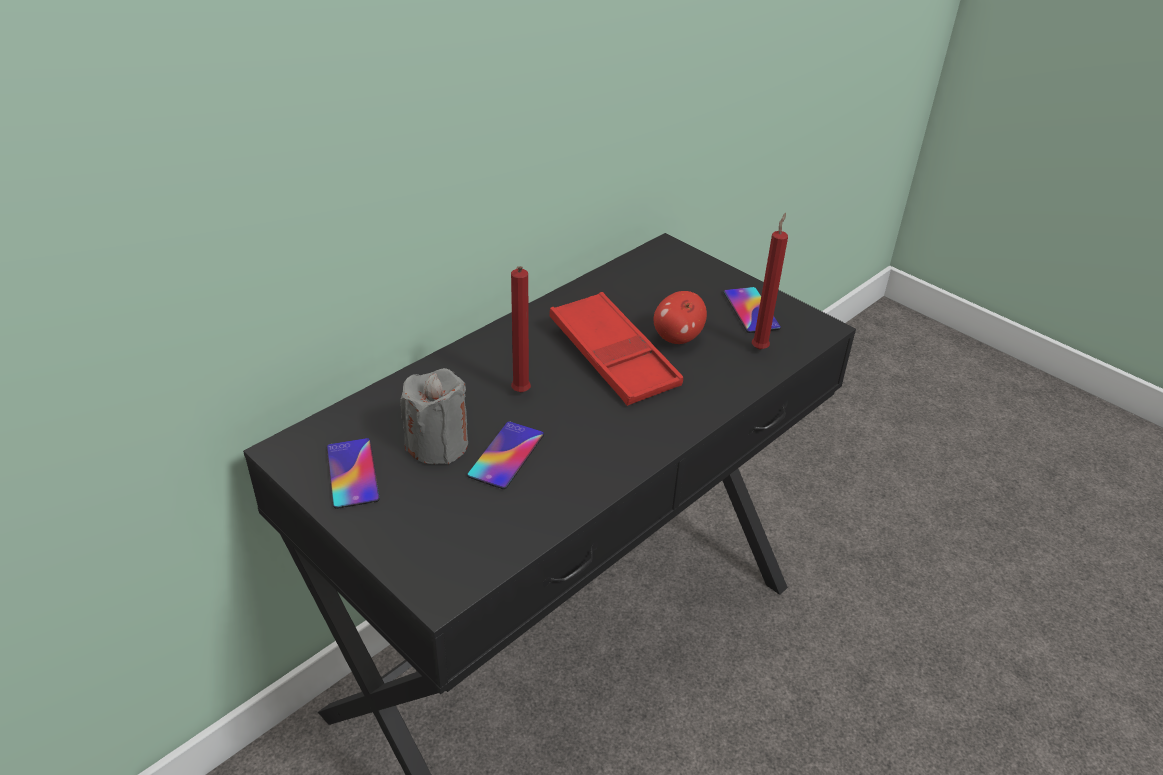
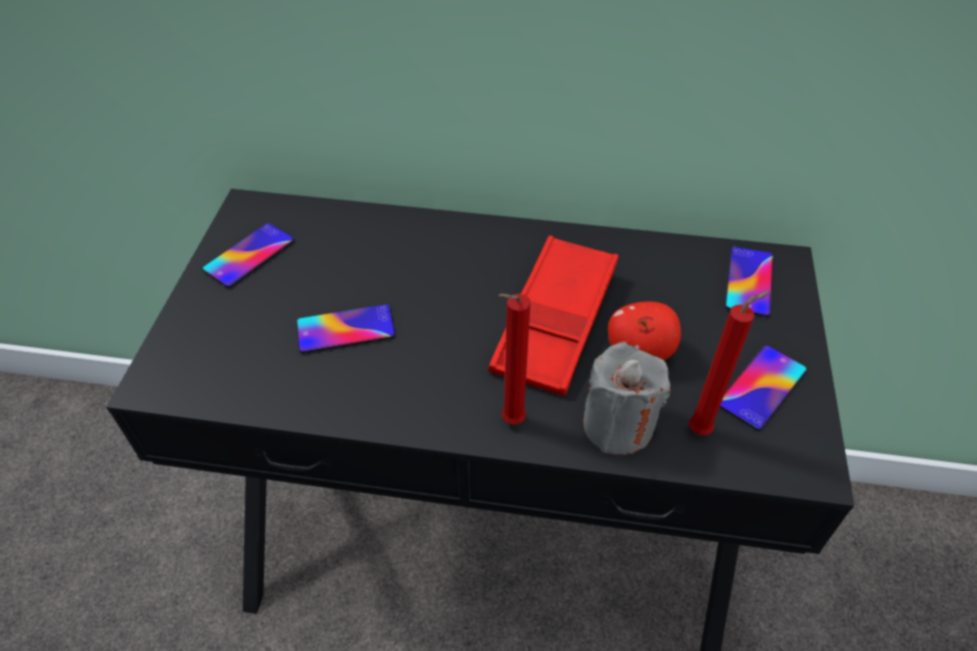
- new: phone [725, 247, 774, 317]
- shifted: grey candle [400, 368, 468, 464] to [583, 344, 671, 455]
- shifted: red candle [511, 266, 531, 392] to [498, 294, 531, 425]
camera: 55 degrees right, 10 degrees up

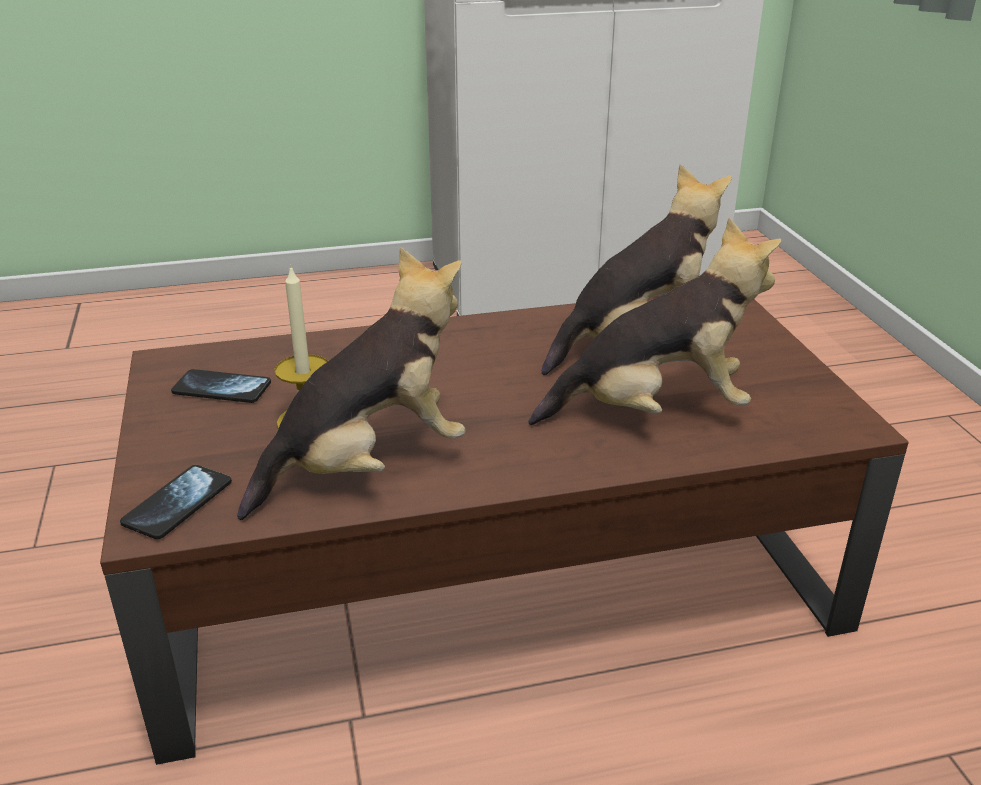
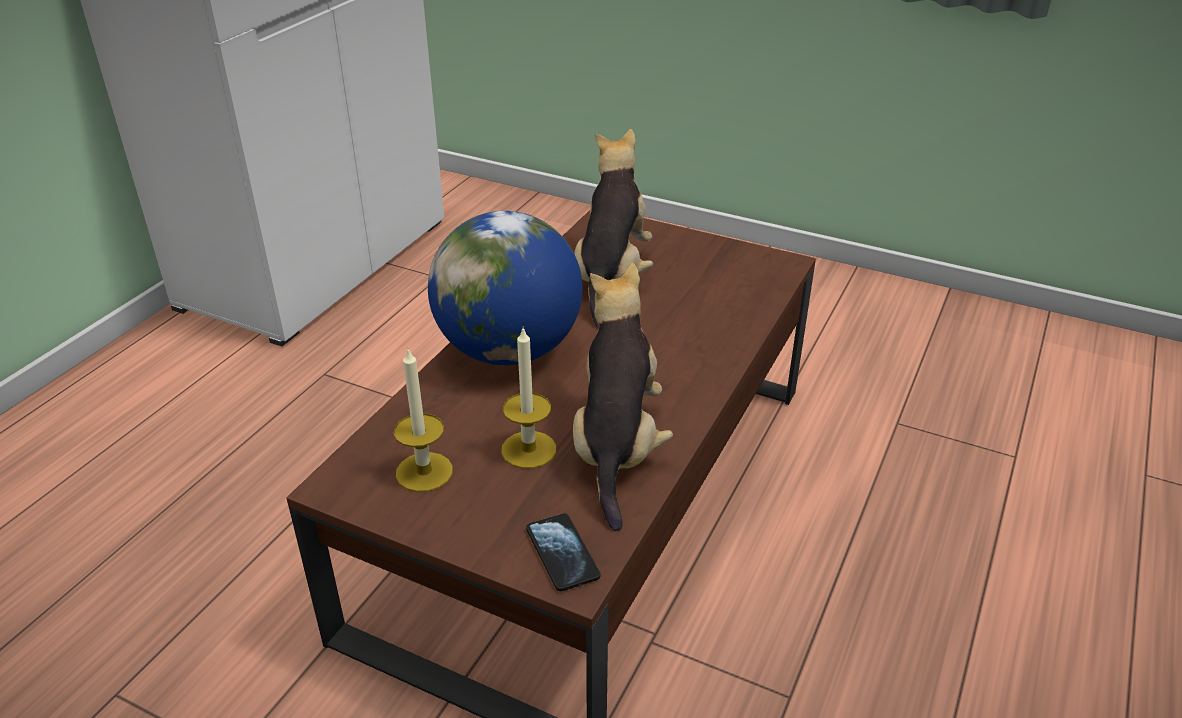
- gone: plush toy [529, 218, 781, 425]
- new: globe [428, 211, 583, 365]
- swapped: phone [171, 369, 271, 403] to candle [394, 349, 453, 492]
camera: 50 degrees left, 5 degrees up

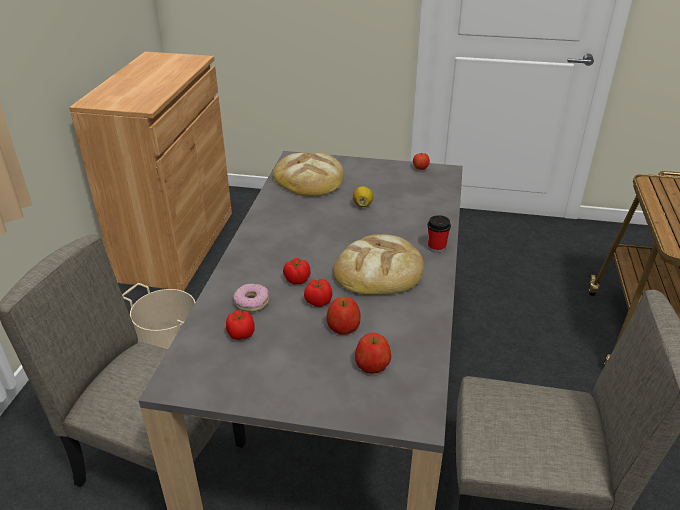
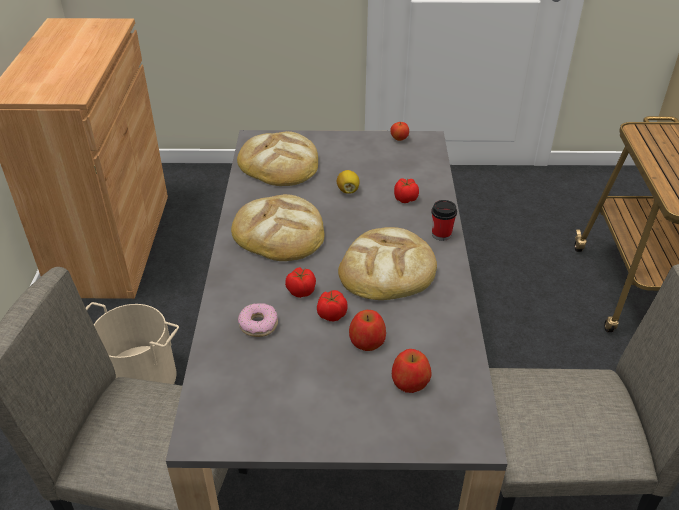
- new: bread [231, 194, 324, 261]
- shifted: tomato [226, 310, 255, 340] to [394, 178, 419, 203]
camera: 10 degrees left, 5 degrees up

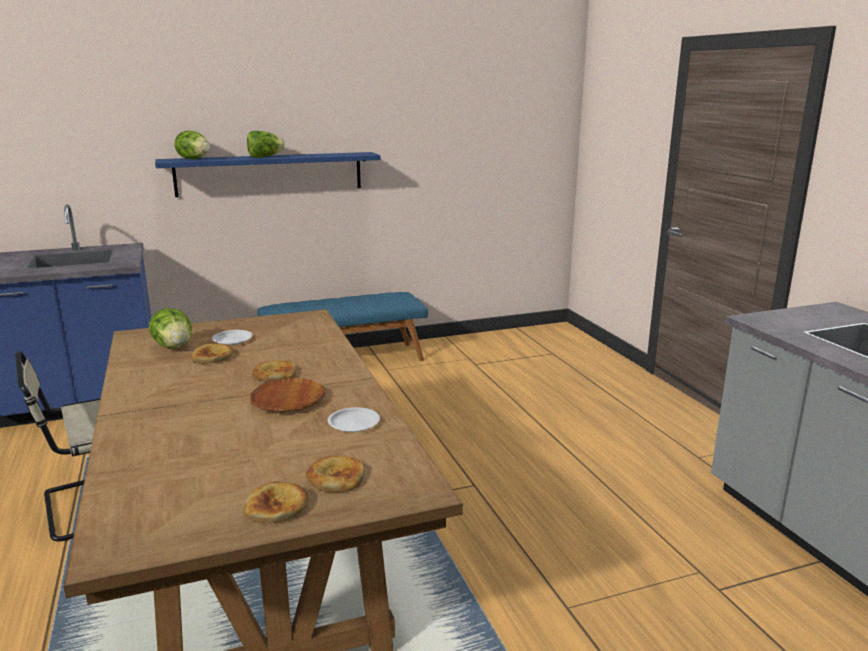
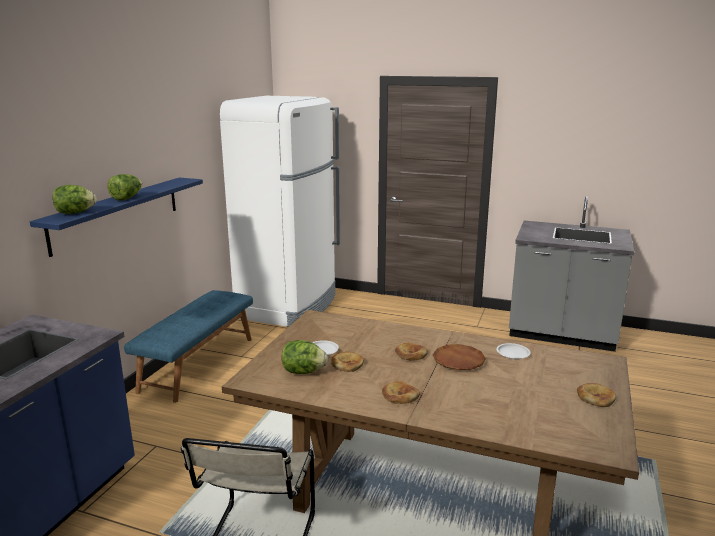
- new: white fridge [220, 96, 340, 327]
- shifted: bread [305, 456, 365, 492] to [382, 381, 420, 404]
camera: 50 degrees left, 0 degrees up

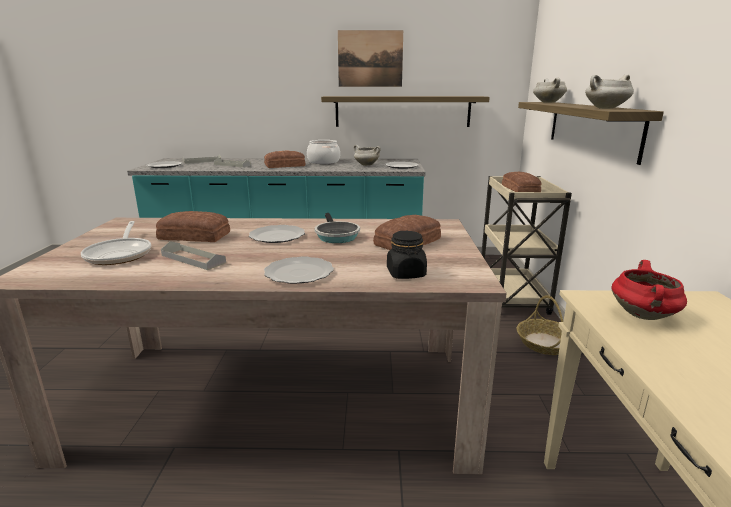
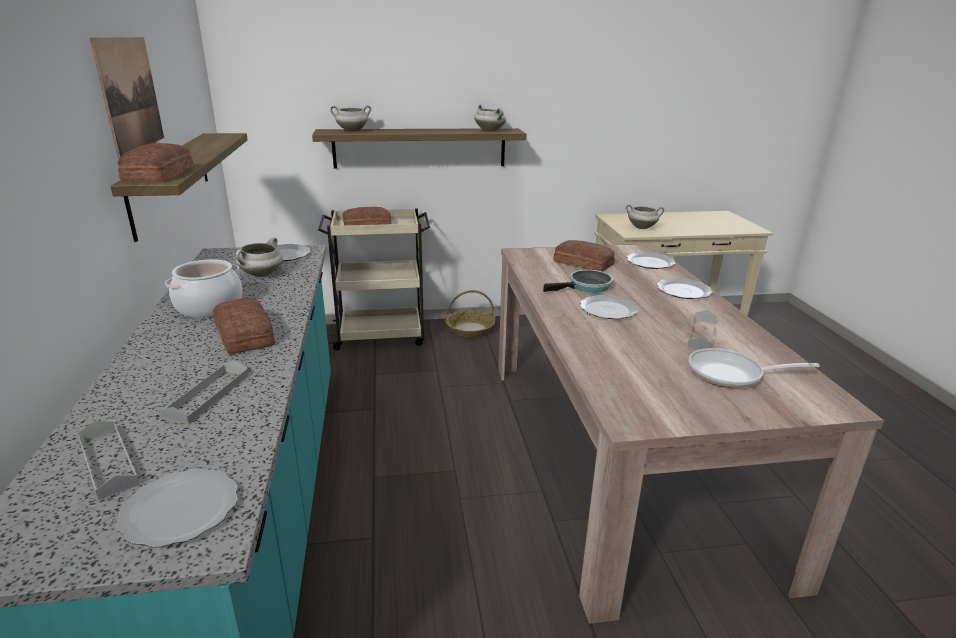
- shifted: bread [156, 211, 230, 242] to [118, 142, 193, 182]
- swapped: black jar [387, 231, 427, 279] to plate [627, 252, 676, 269]
- repainted: red cooking pot [611, 260, 687, 320] to white cooking pot [626, 204, 664, 229]
- rotated: frying pan [81, 221, 151, 265] = [688, 348, 820, 388] 150 degrees counterclockwise
camera: 100 degrees left, 5 degrees up

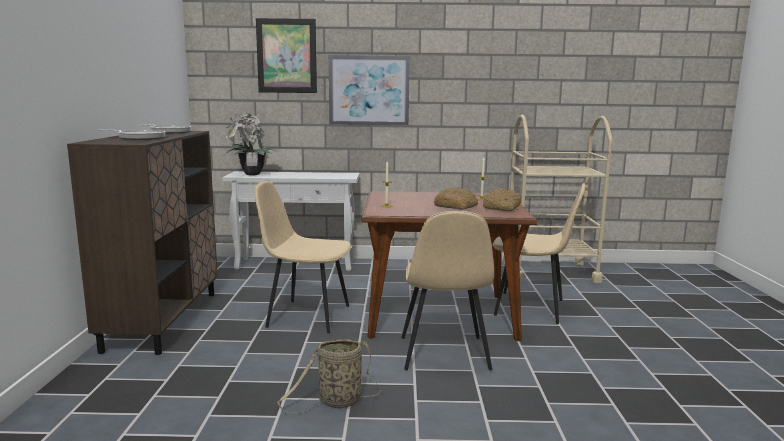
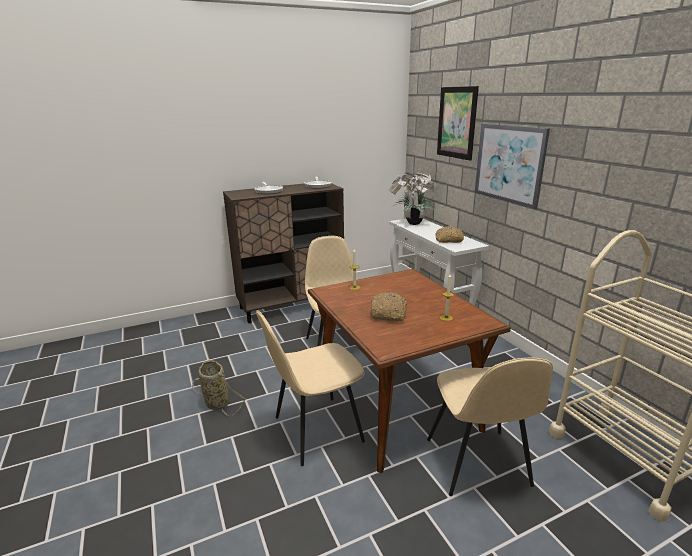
- shifted: bread [483, 188, 521, 211] to [435, 226, 464, 243]
camera: 65 degrees right, 10 degrees up

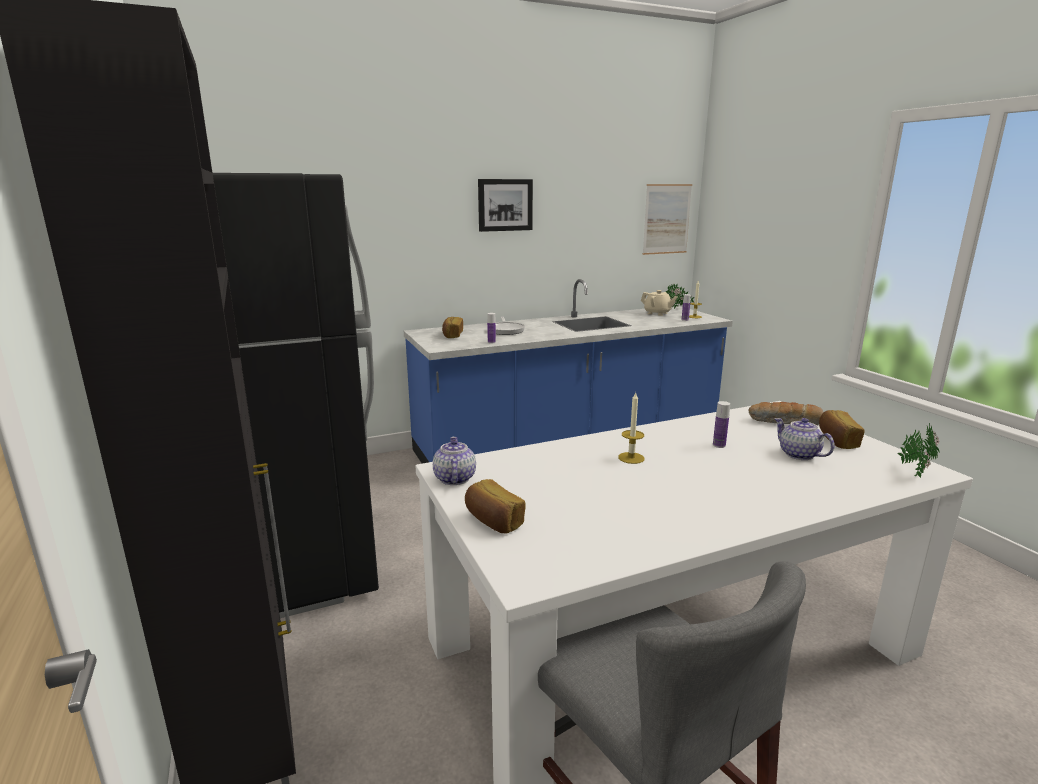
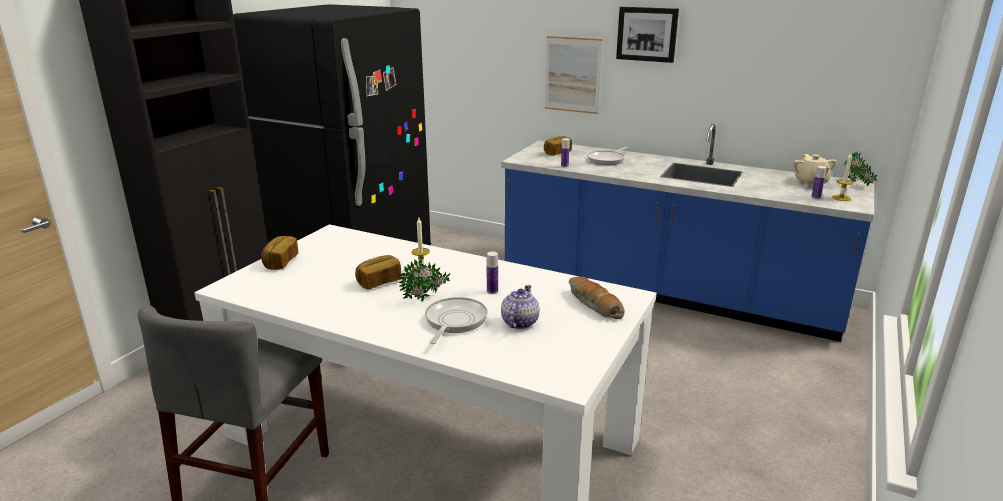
- gone: teapot [433, 437, 476, 485]
- new: frying pan [425, 297, 488, 344]
- shifted: picture [642, 184, 692, 255] to [545, 36, 602, 114]
- shifted: bread [819, 410, 865, 449] to [355, 255, 402, 290]
- shifted: potted plant [897, 423, 940, 478] to [399, 259, 450, 302]
camera: 50 degrees right, 5 degrees up

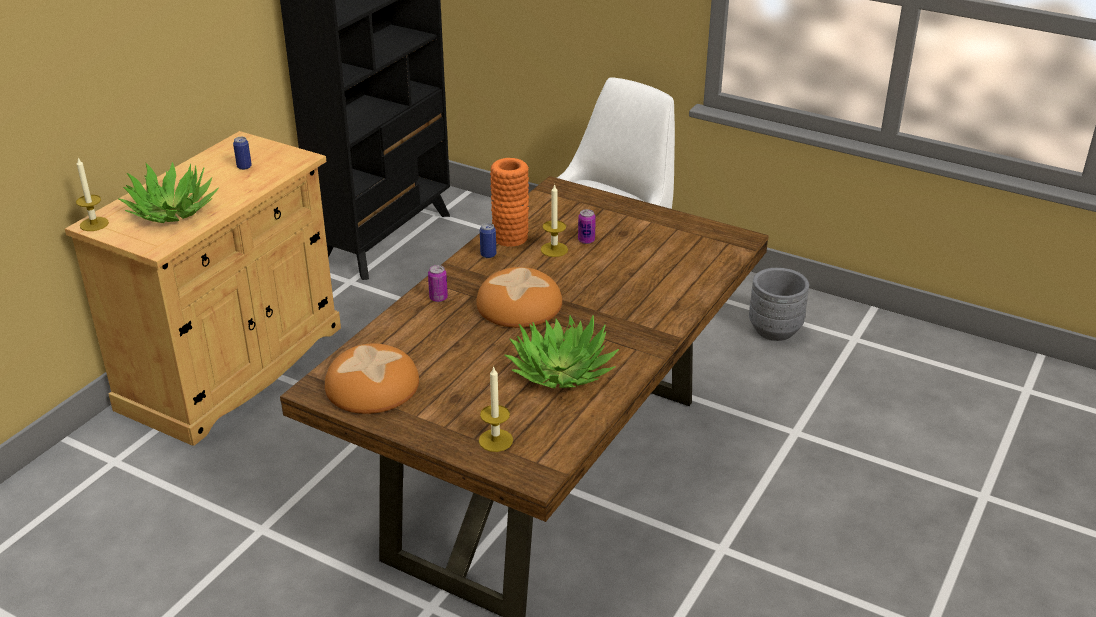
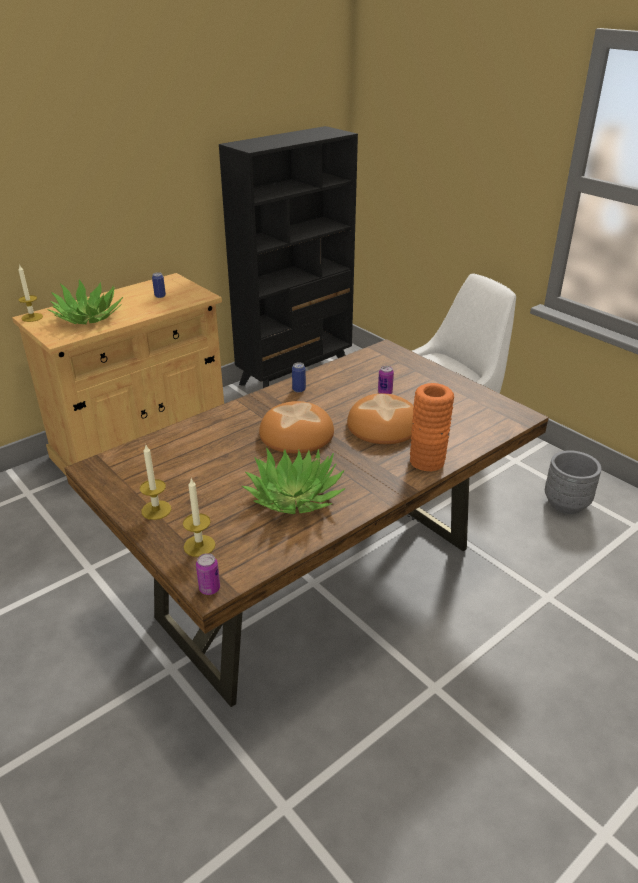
- shifted: bread [325, 343, 419, 414] to [347, 394, 414, 444]
- shifted: can [428, 265, 448, 302] to [196, 553, 220, 595]
- shifted: orange vase [490, 158, 529, 246] to [410, 383, 454, 471]
- shifted: candle [541, 184, 568, 257] to [140, 445, 171, 520]
camera: 20 degrees right, 0 degrees up

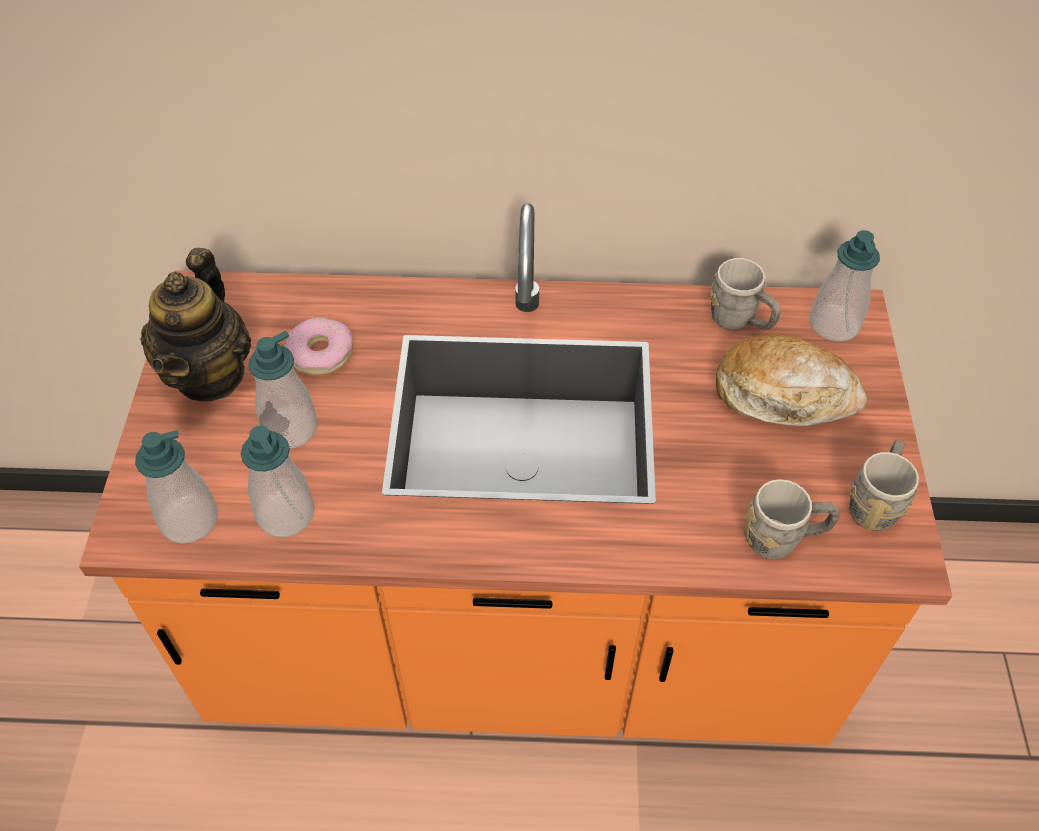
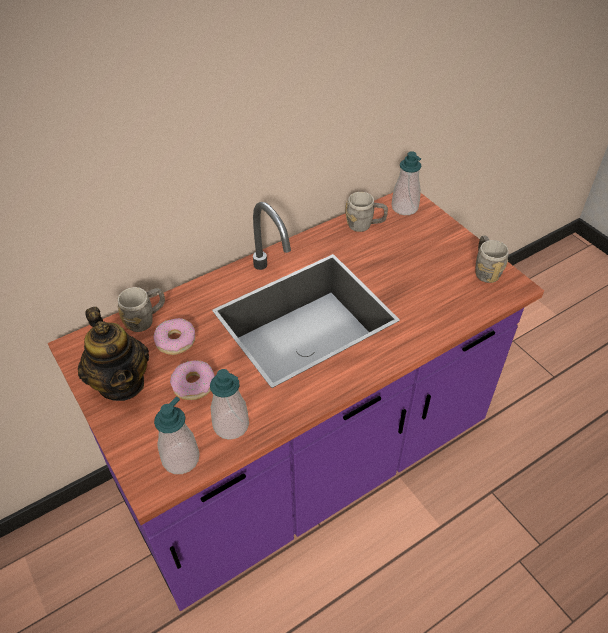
- gone: bread [716, 334, 868, 426]
- shifted: grey mug [744, 479, 840, 559] to [118, 287, 165, 332]
- swapped: soap dispenser [248, 331, 317, 449] to donut [170, 360, 215, 400]
- repainted: orange counter [79, 203, 952, 745] to purple counter [48, 193, 544, 611]
camera: 35 degrees left, 5 degrees down

